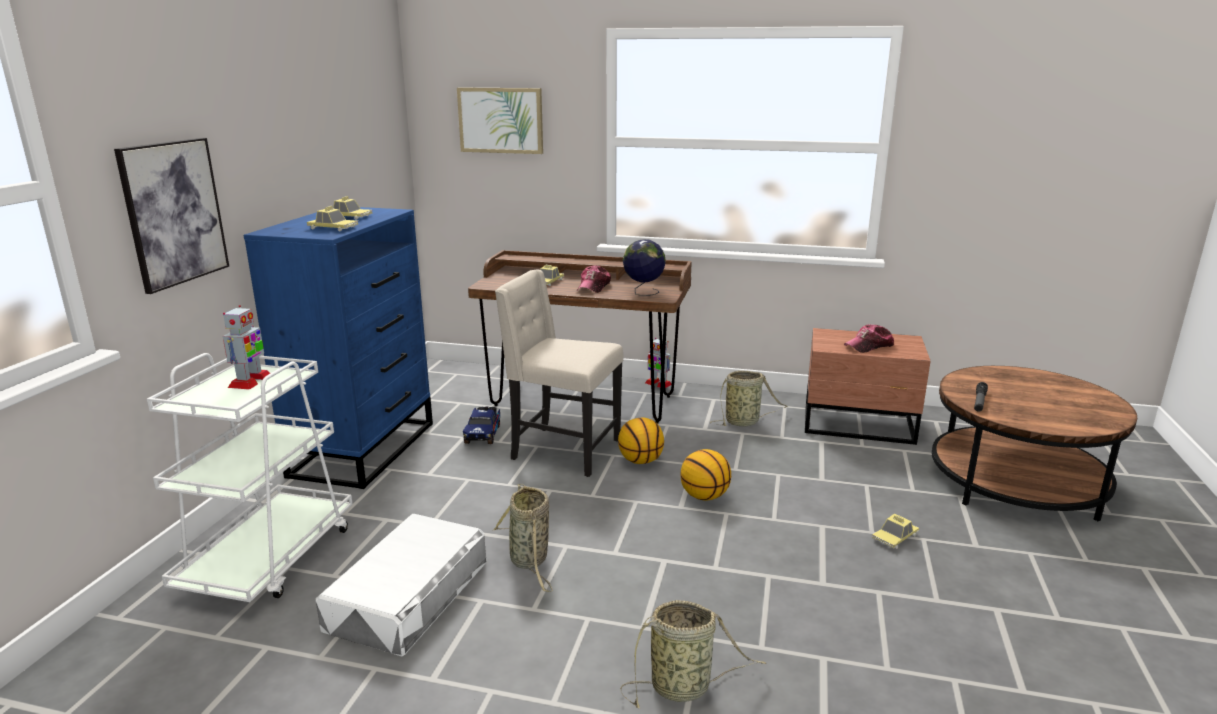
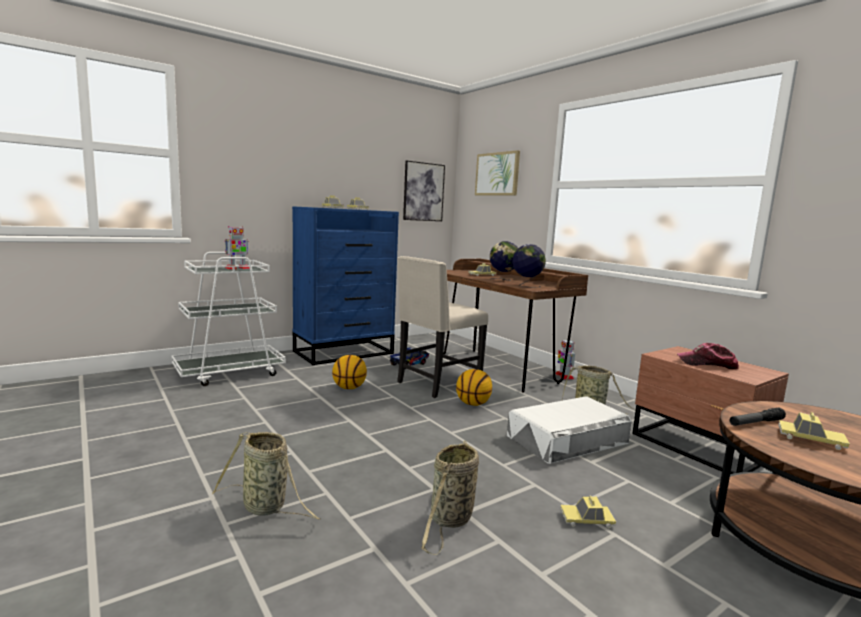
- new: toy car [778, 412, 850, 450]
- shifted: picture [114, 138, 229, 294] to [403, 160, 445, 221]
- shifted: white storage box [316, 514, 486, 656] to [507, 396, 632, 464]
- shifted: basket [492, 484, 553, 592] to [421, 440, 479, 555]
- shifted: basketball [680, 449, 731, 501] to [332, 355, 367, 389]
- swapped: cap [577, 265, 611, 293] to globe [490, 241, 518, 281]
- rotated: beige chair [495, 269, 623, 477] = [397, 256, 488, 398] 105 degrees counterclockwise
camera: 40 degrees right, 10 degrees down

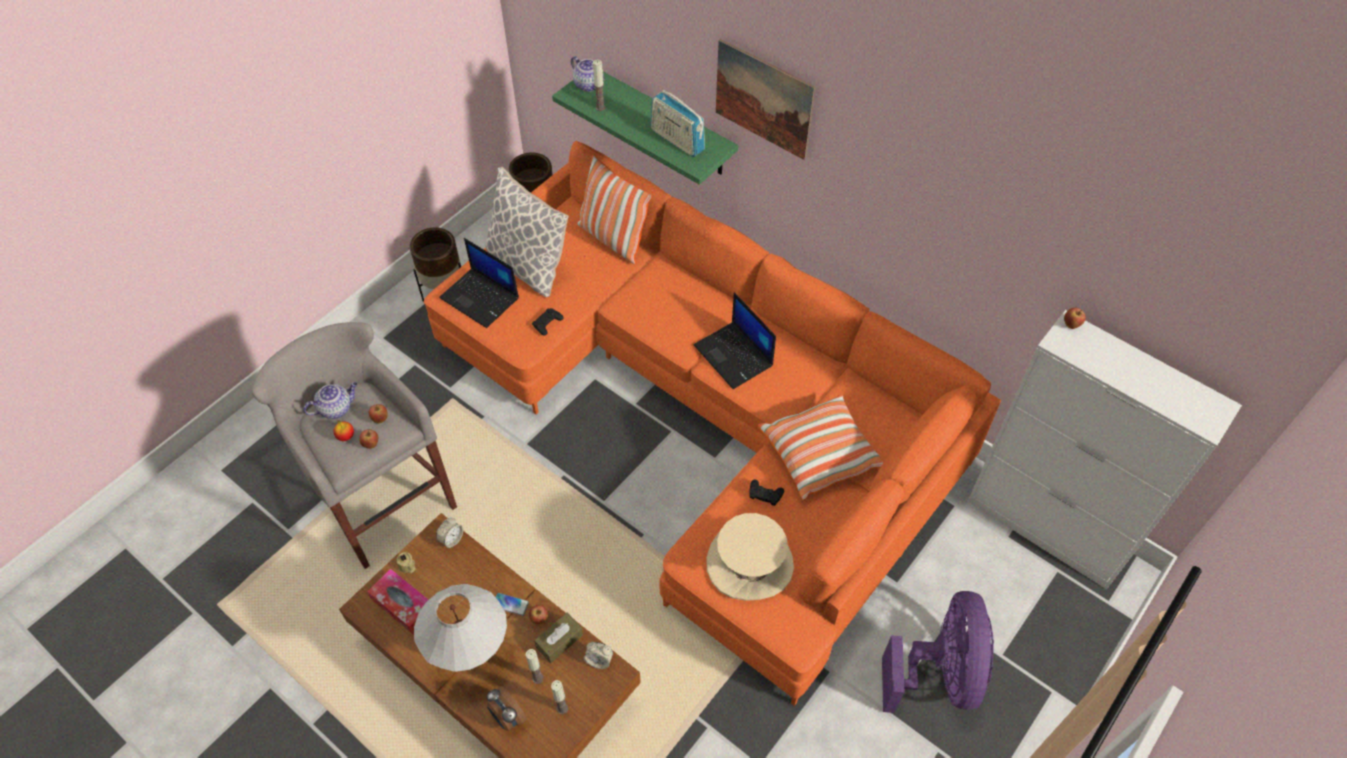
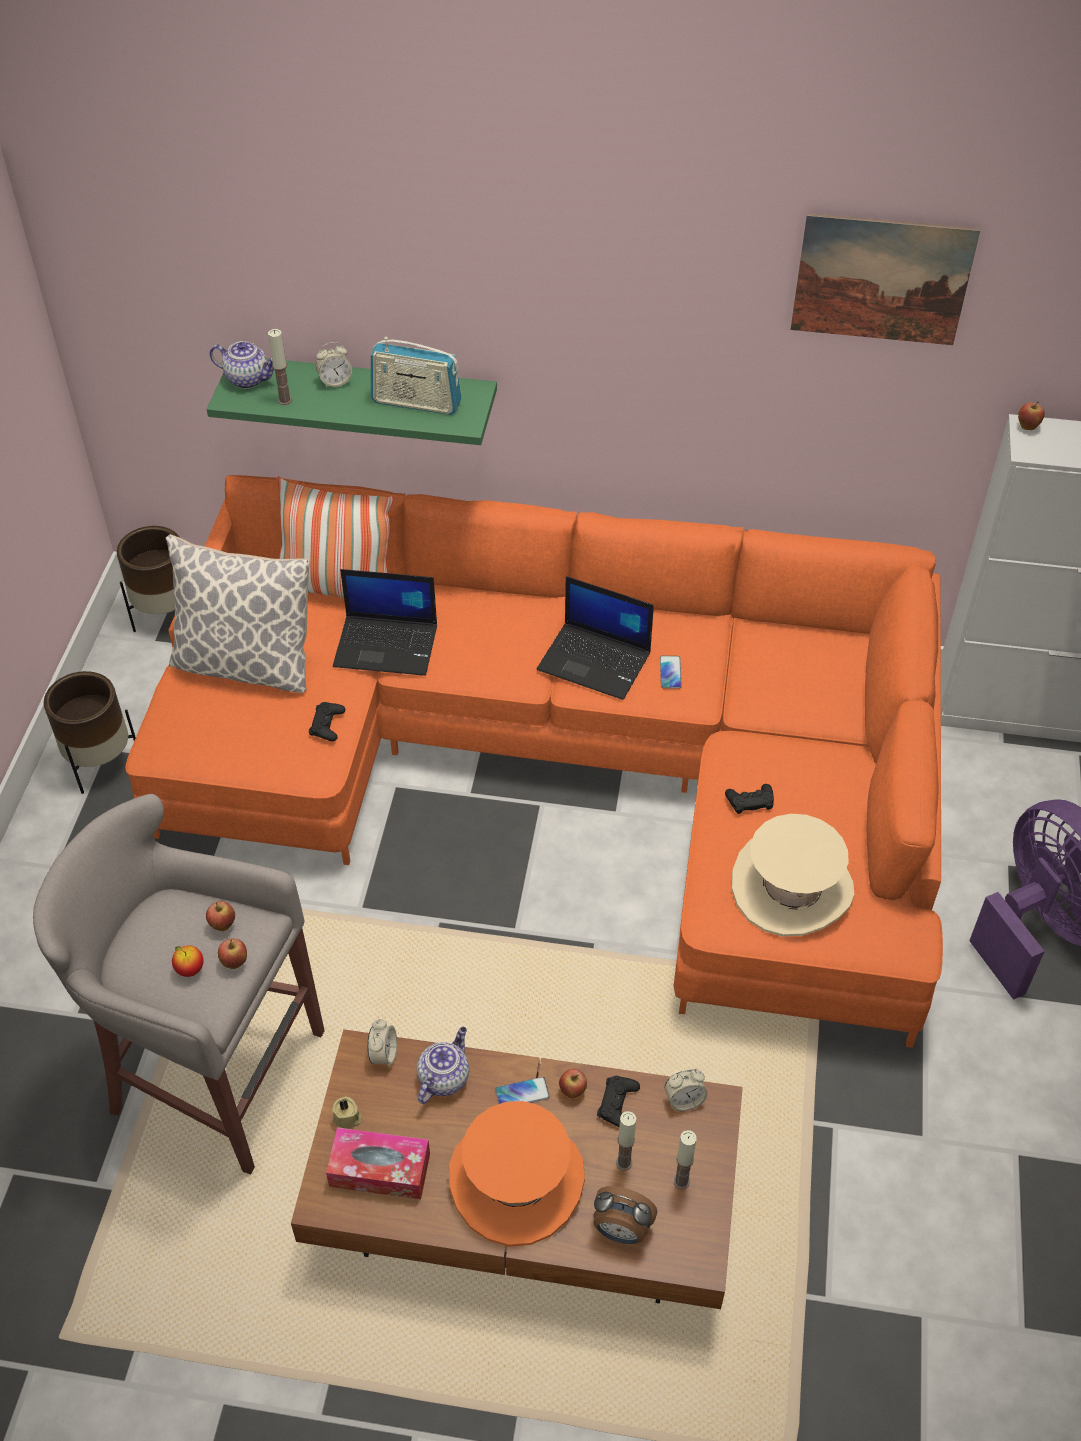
- gone: pillow [758, 394, 883, 500]
- new: alarm clock [316, 342, 352, 388]
- new: phone [660, 656, 682, 689]
- shifted: teapot [303, 382, 357, 419] to [417, 1027, 469, 1104]
- shifted: laptop [439, 238, 519, 328] to [333, 569, 437, 676]
- shifted: picture [716, 39, 816, 160] to [791, 213, 980, 345]
- swapped: white table lamp [414, 584, 507, 672] to orange hat [449, 1101, 585, 1246]
- swapped: brown tissue box [534, 613, 583, 663] to black game controller [597, 1076, 640, 1127]
camera: 30 degrees left, 5 degrees down

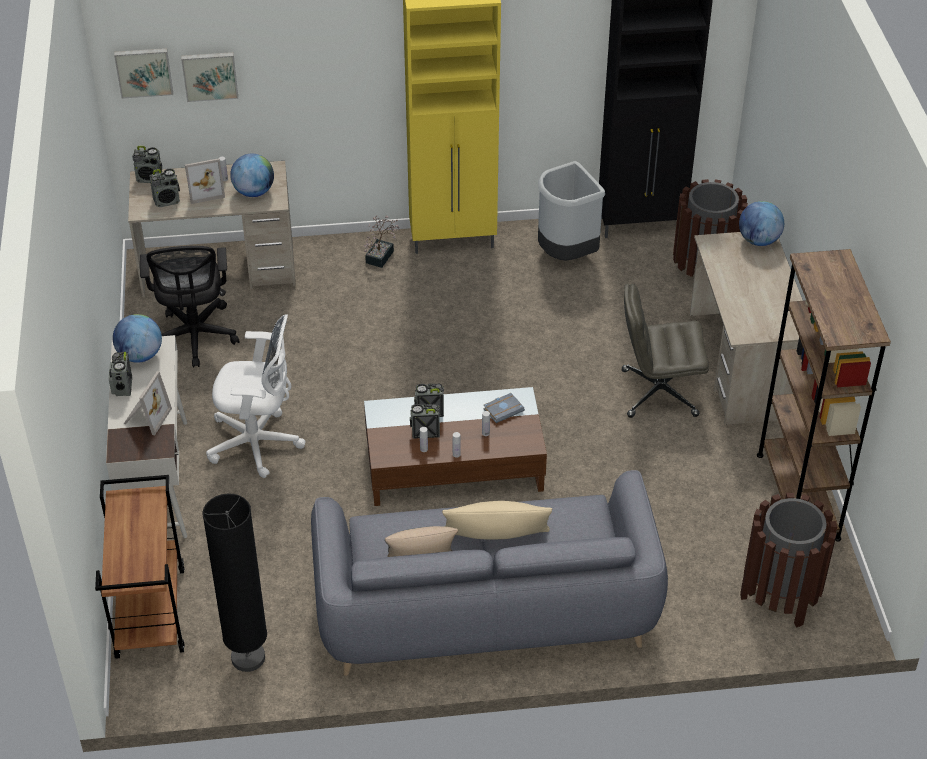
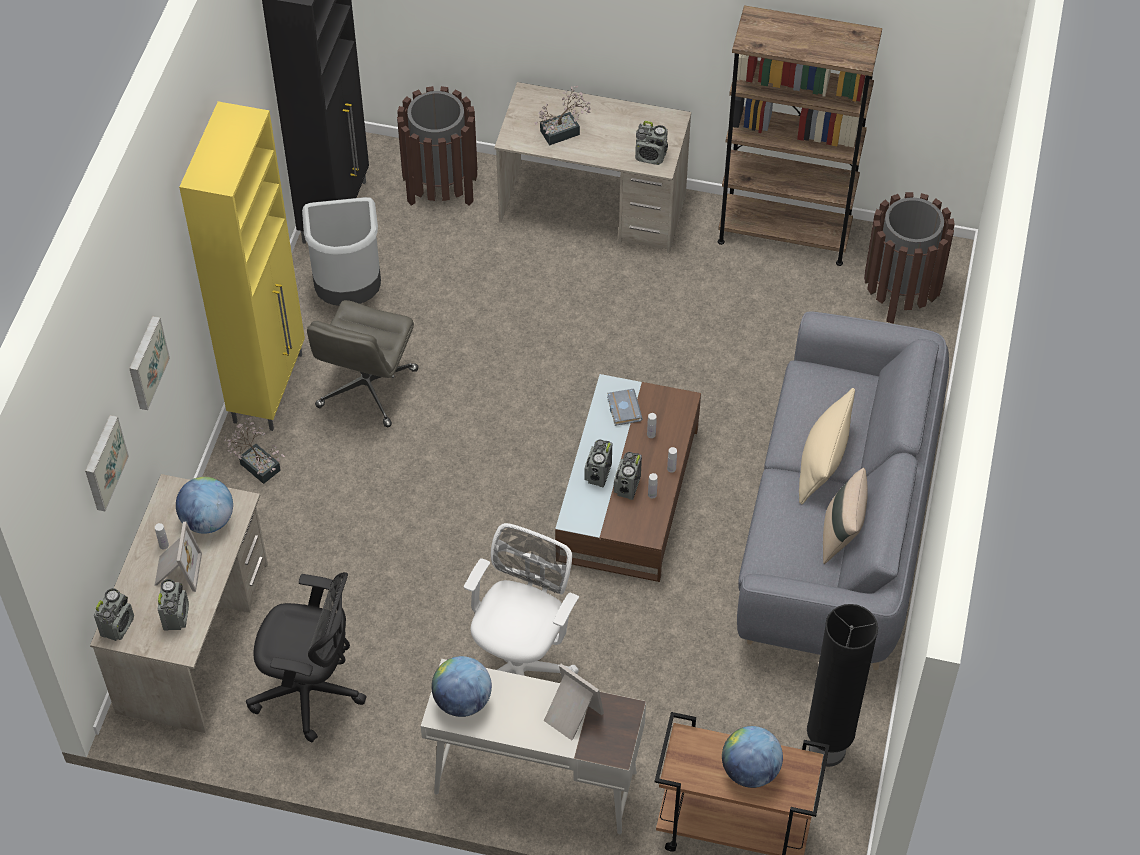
- new: potted plant [535, 86, 591, 146]
- shifted: radio [109, 352, 132, 396] to [635, 121, 668, 165]
- shifted: picture [114, 48, 173, 99] to [129, 316, 170, 410]
- shifted: grey office chair [622, 283, 709, 418] to [307, 300, 419, 427]
- shifted: globe [739, 201, 784, 246] to [722, 726, 783, 788]
camera: 70 degrees left, 10 degrees up

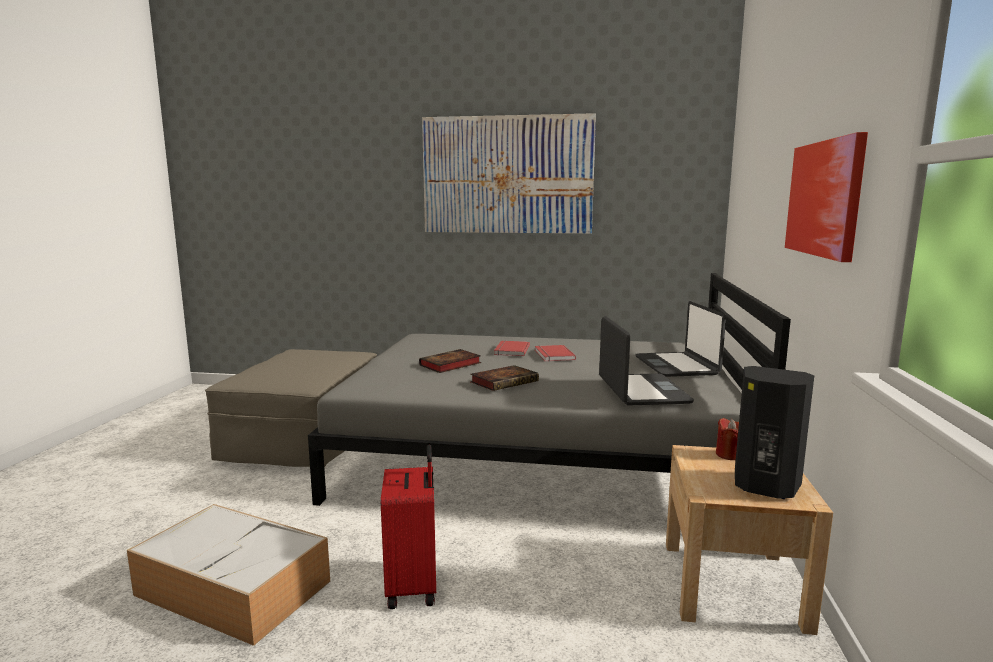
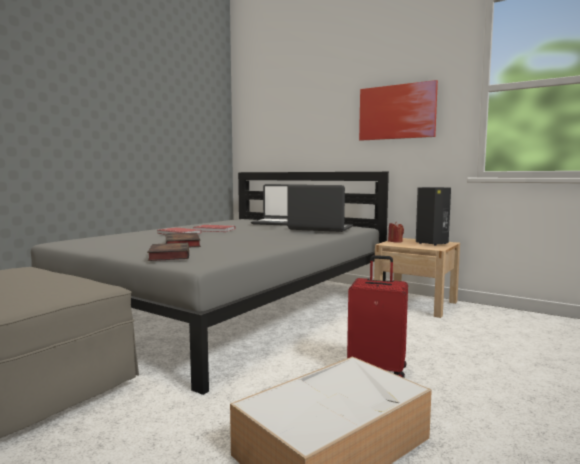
- gone: picture [422, 113, 596, 234]
- shifted: book [470, 365, 539, 391] to [147, 243, 189, 261]
camera: 65 degrees left, 5 degrees down

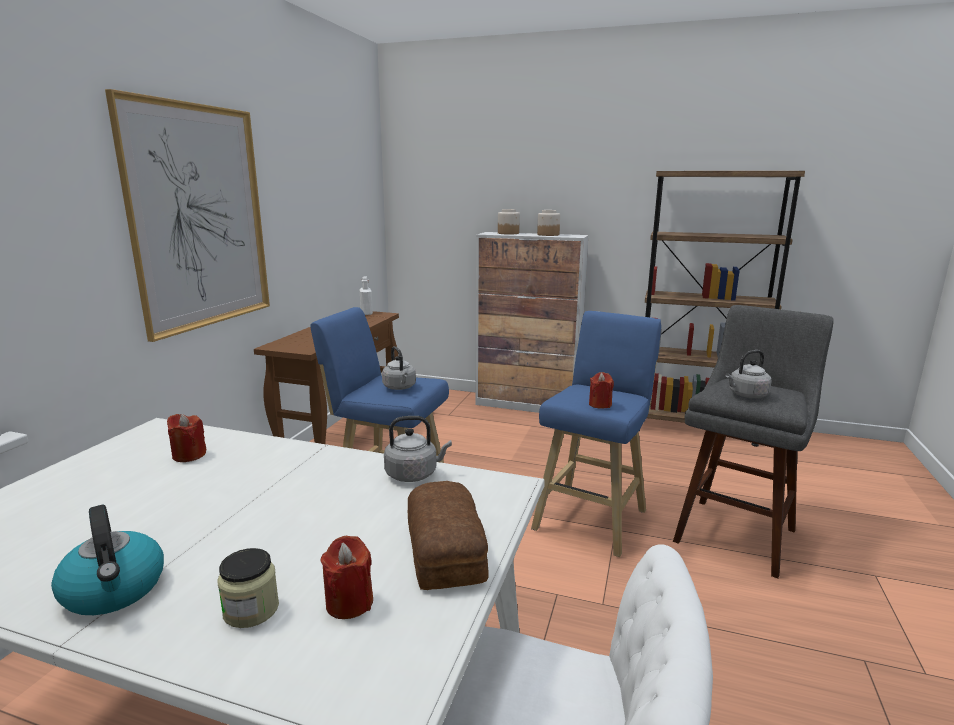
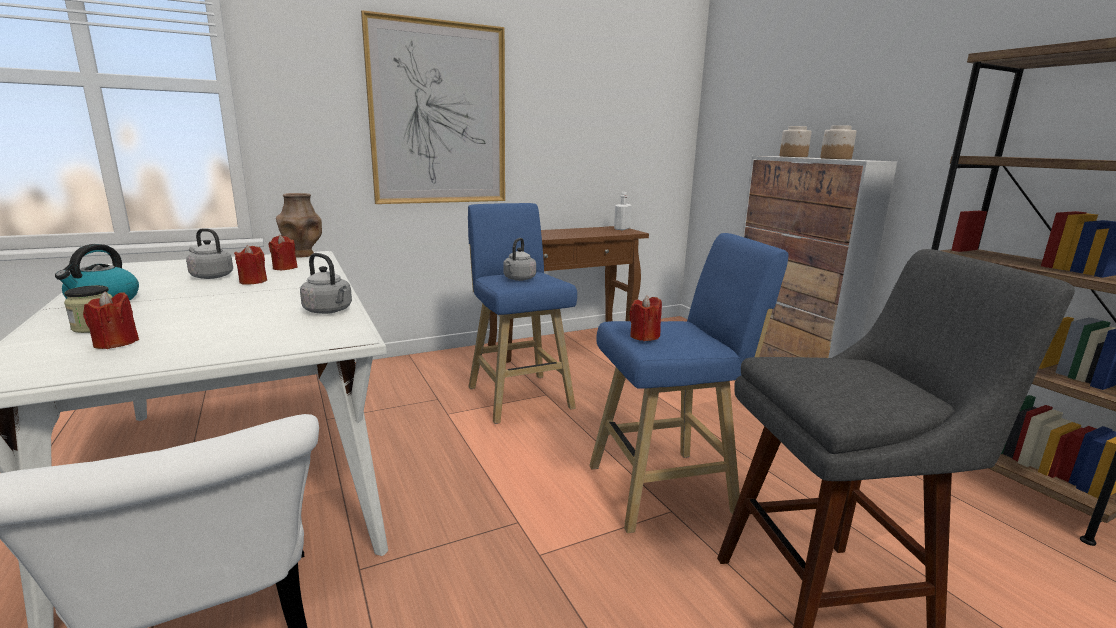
- gone: bread [408, 481, 489, 590]
- new: red candle [234, 245, 267, 285]
- new: brown vase [276, 193, 322, 257]
- shifted: grey kettle [725, 350, 772, 398] to [186, 228, 233, 279]
camera: 45 degrees right, 0 degrees up

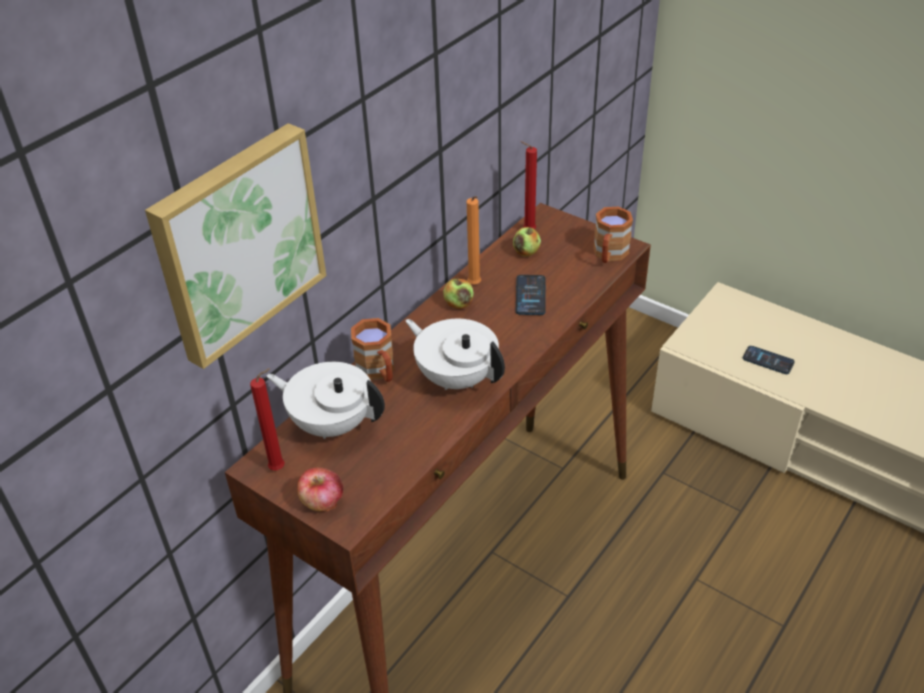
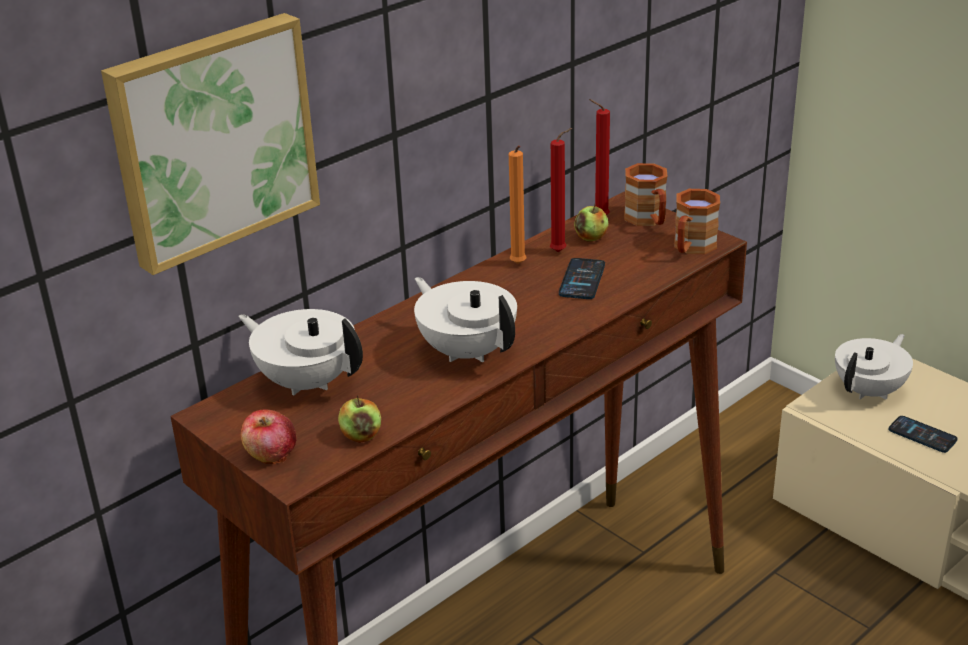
- new: white teapot [835, 334, 913, 399]
- shifted: red candle [250, 368, 285, 470] to [550, 128, 572, 252]
- shifted: brown mug [351, 318, 395, 382] to [624, 163, 667, 226]
- shifted: apple [443, 277, 474, 309] to [338, 395, 381, 443]
camera: 10 degrees right, 10 degrees down

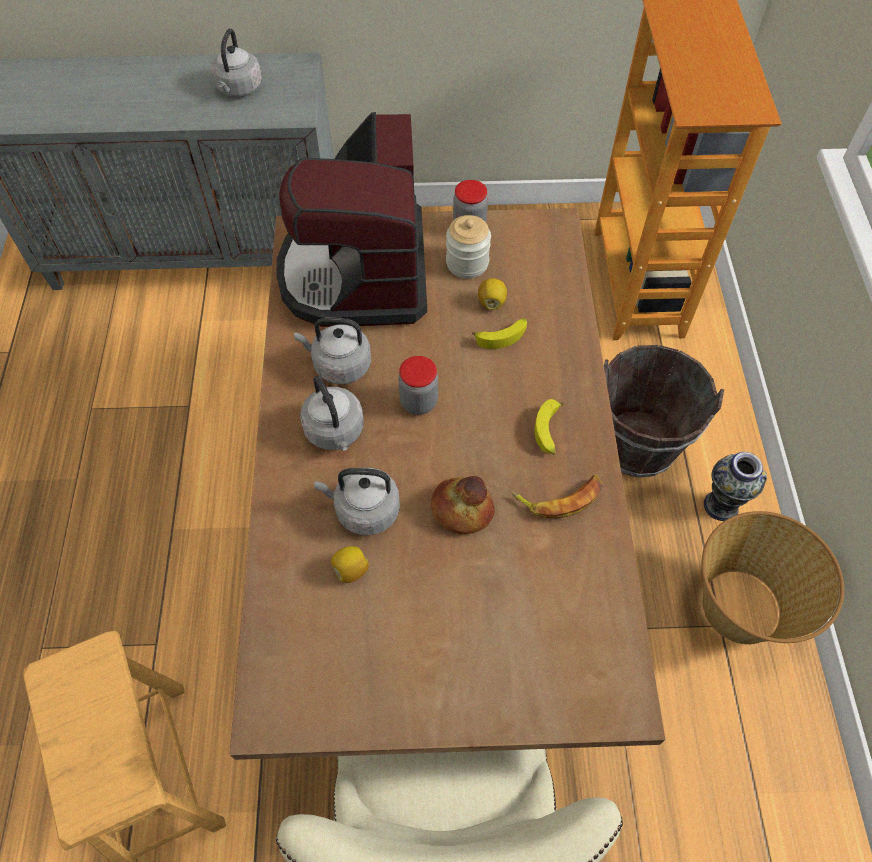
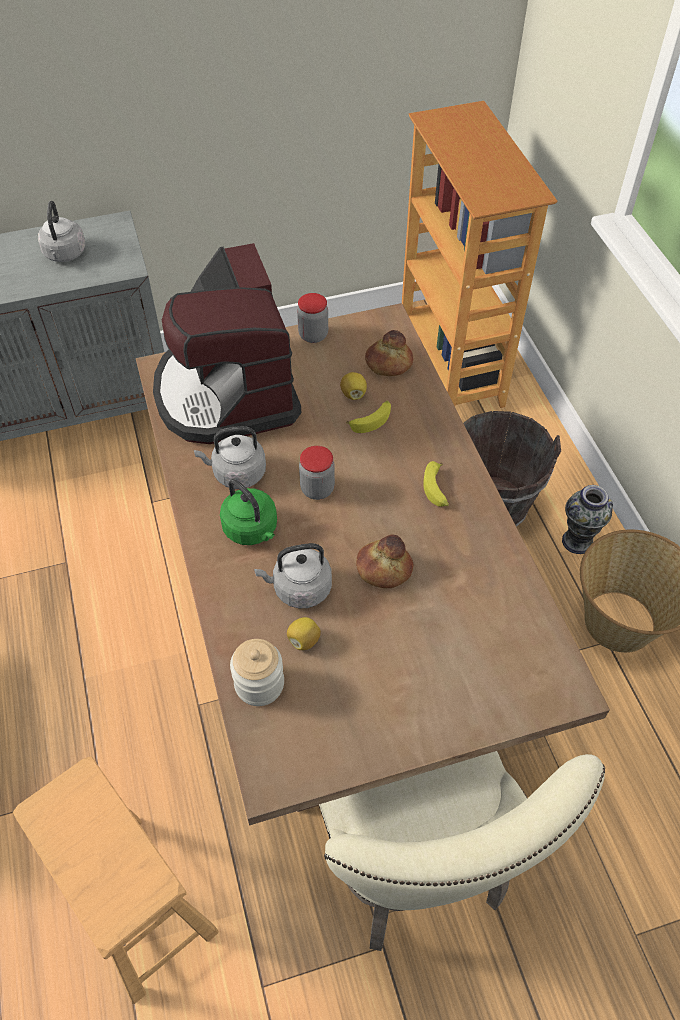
- gone: banana [512, 475, 603, 518]
- new: bread [365, 330, 413, 376]
- shifted: jar [446, 215, 491, 278] to [230, 639, 284, 706]
- repainted: grey kettle [300, 376, 364, 450] to green kettle [220, 479, 277, 545]
camera: 15 degrees left, 5 degrees down

